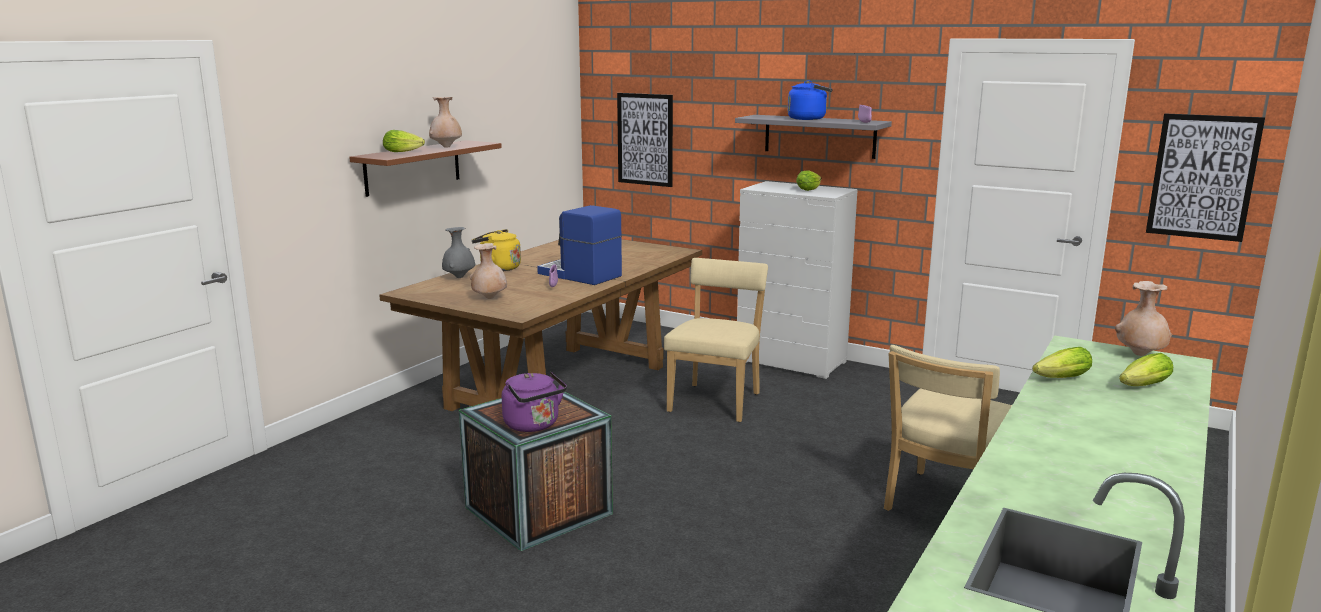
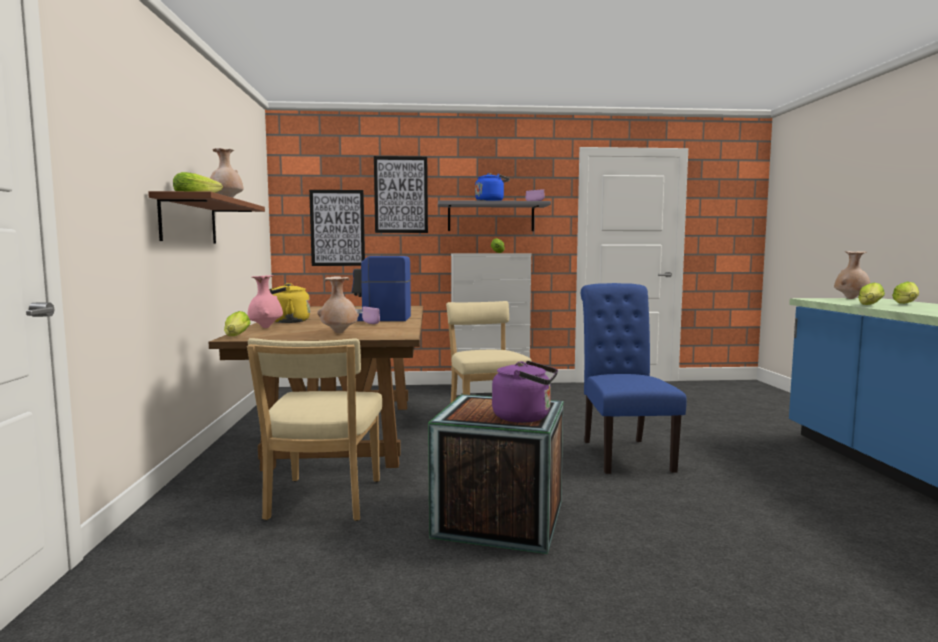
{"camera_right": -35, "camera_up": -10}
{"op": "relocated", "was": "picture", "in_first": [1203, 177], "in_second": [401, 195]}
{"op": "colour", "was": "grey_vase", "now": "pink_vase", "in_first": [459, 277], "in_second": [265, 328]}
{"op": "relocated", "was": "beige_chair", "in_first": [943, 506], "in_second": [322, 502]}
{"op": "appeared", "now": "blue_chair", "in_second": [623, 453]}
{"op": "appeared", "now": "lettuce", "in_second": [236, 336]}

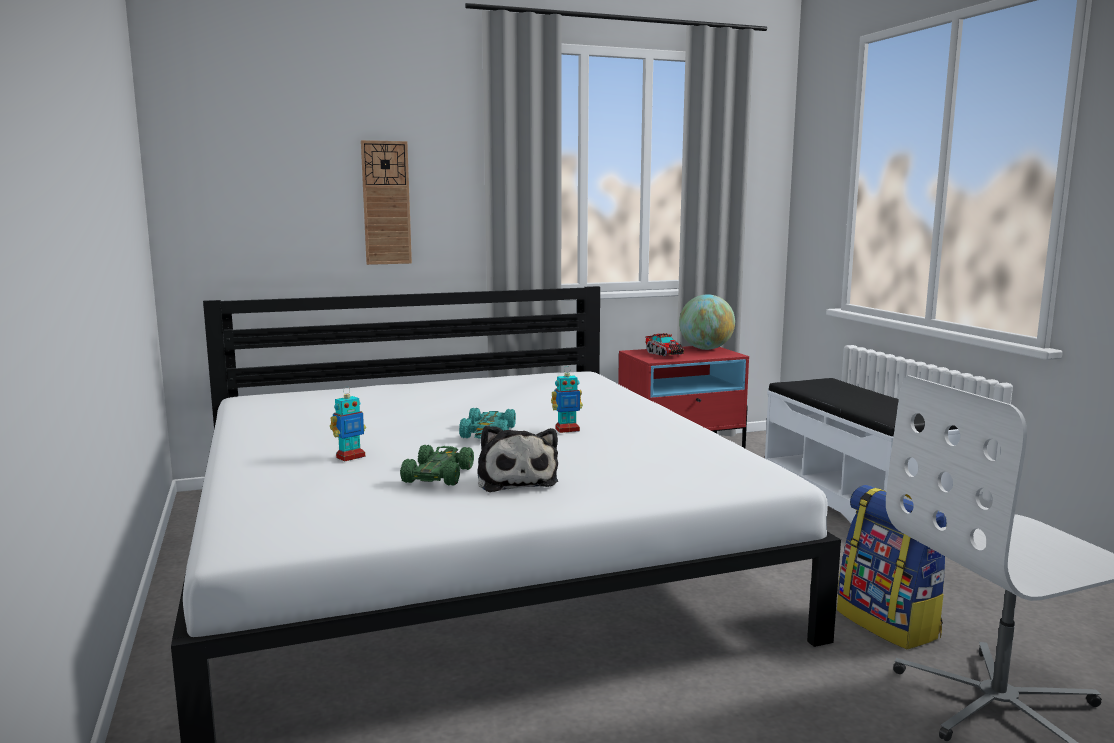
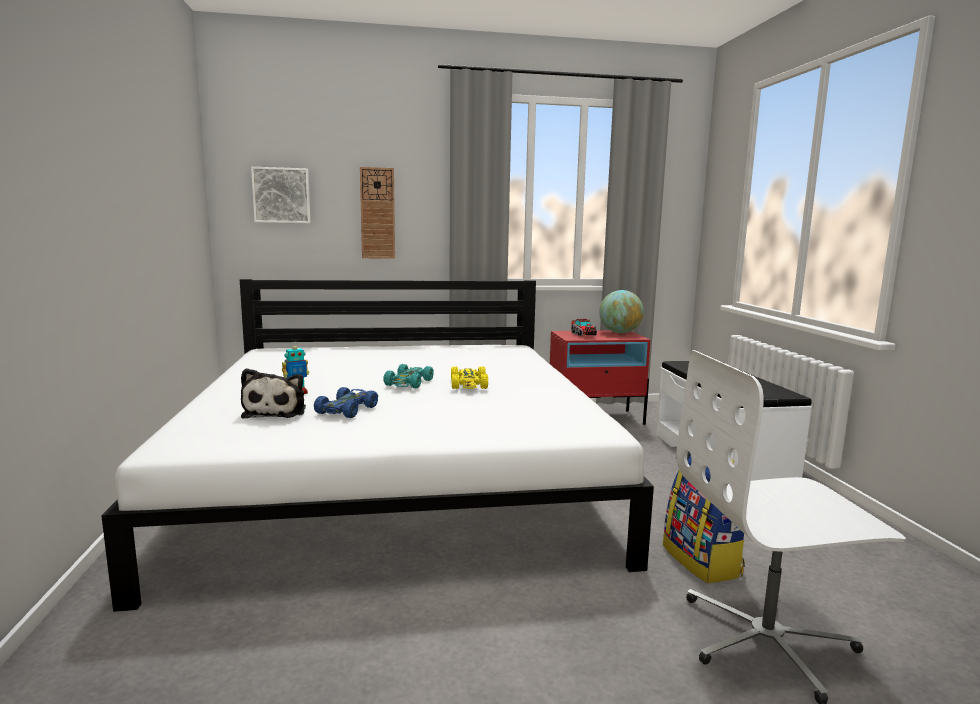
{"camera_right": 10, "camera_up": 0}
{"op": "exchanged", "was": "toy_robot", "now": "yellow_toy_car", "in_first": [567, 430], "in_second": [469, 384]}
{"op": "relocated", "was": "plush_toy", "in_first": [516, 480], "in_second": [277, 412]}
{"op": "colour", "was": "green_toy_car", "now": "blue_toy_car", "in_first": [438, 475], "in_second": [347, 410]}
{"op": "appeared", "now": "picture", "in_second": [282, 195]}

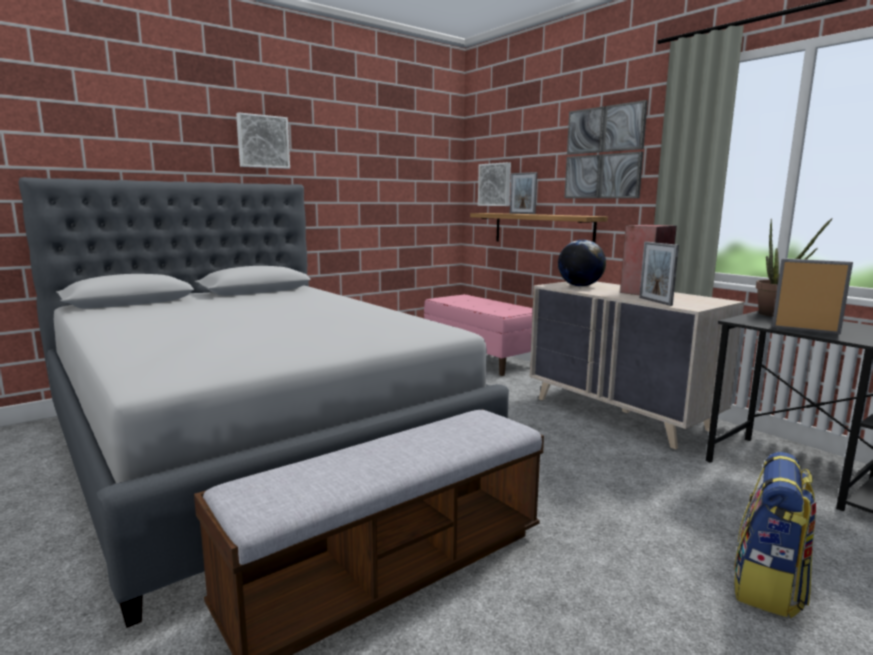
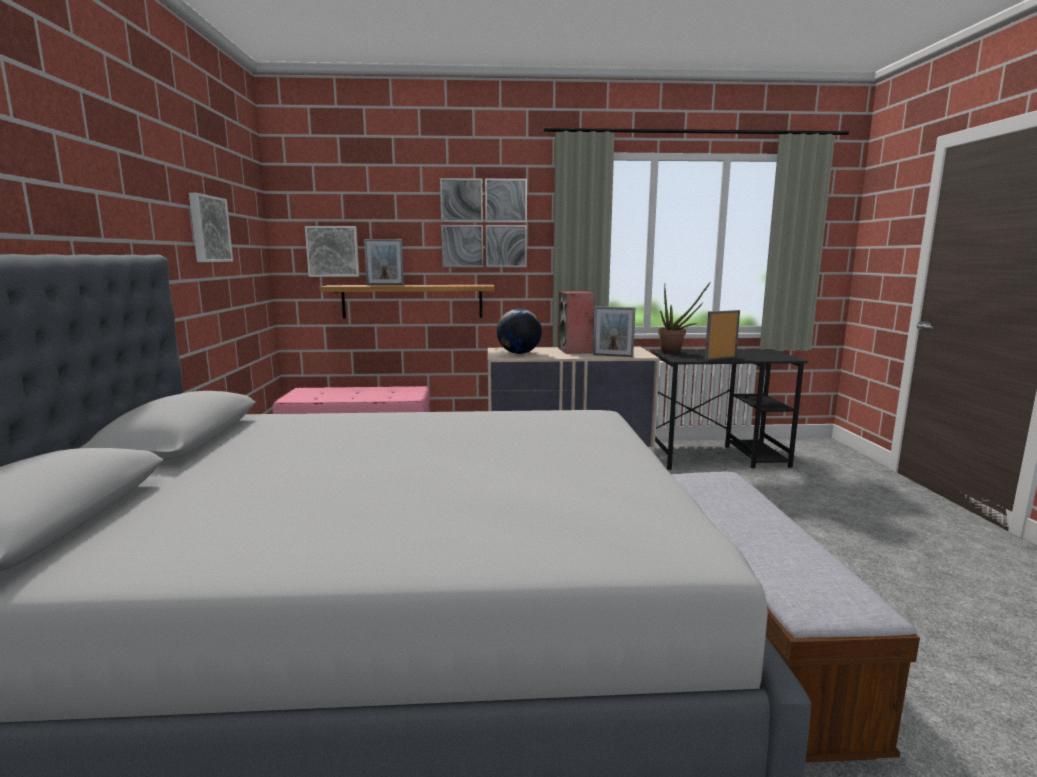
{"camera_right": -55, "camera_up": 0}
{"op": "relocated", "was": "picture", "in_first": [262, 141], "in_second": [208, 229]}
{"op": "missing", "was": "backpack", "in_first": [768, 586]}

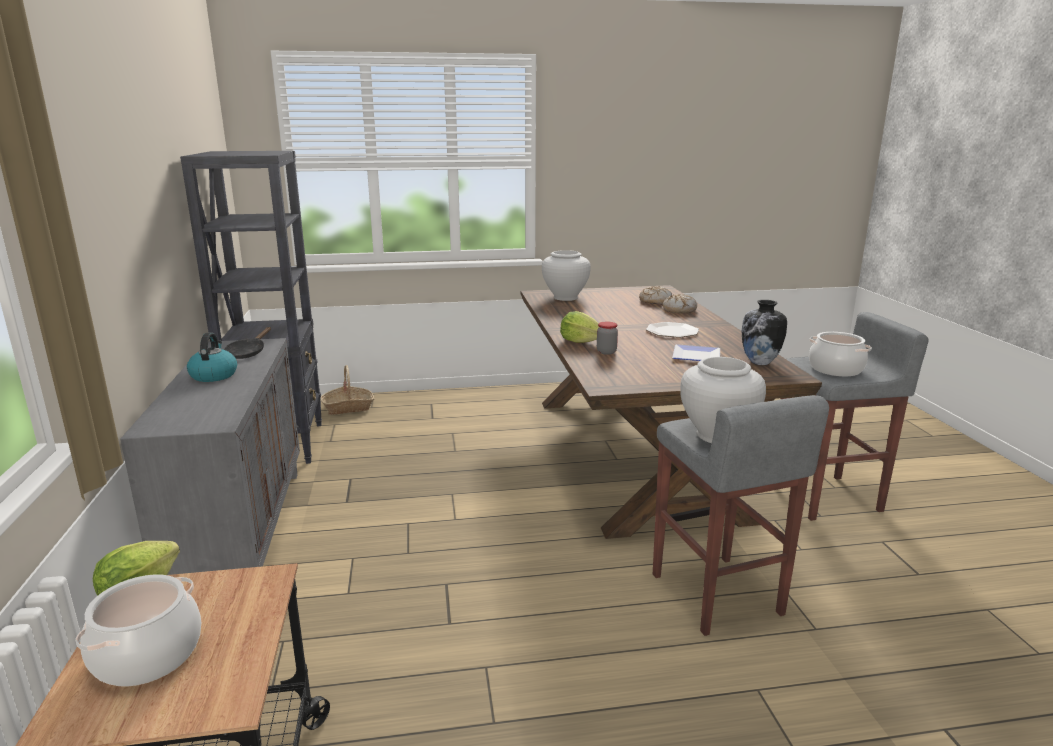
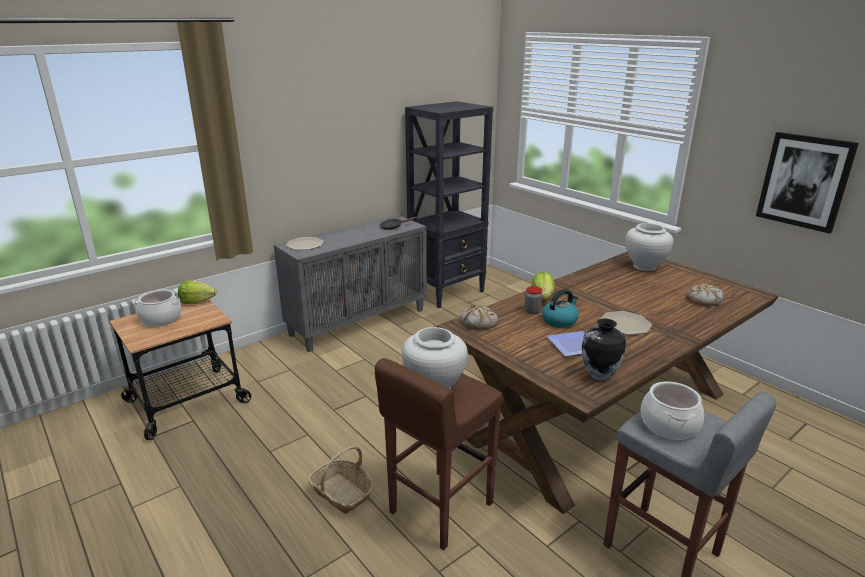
{"camera_right": 60, "camera_up": 5}
{"op": "relocated", "was": "bread", "in_first": [679, 310], "in_second": [479, 323]}
{"op": "relocated", "was": "kettle", "in_first": [214, 375], "in_second": [559, 320]}
{"op": "relocated", "was": "basket", "in_first": [348, 407], "in_second": [342, 493]}
{"op": "colour", "was": "grey_stool", "now": "brown_stool", "in_first": [715, 595], "in_second": [439, 508]}
{"op": "appeared", "now": "picture", "in_second": [804, 181]}
{"op": "appeared", "now": "plate", "in_second": [305, 244]}

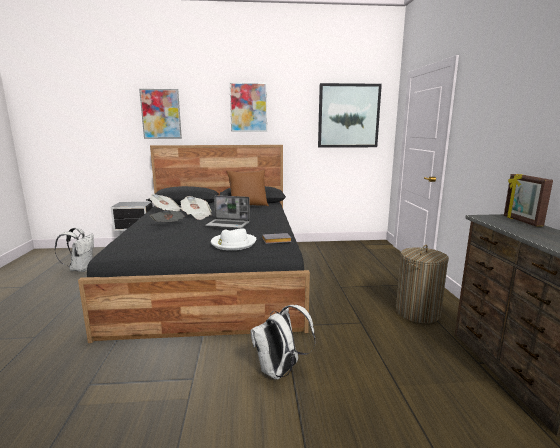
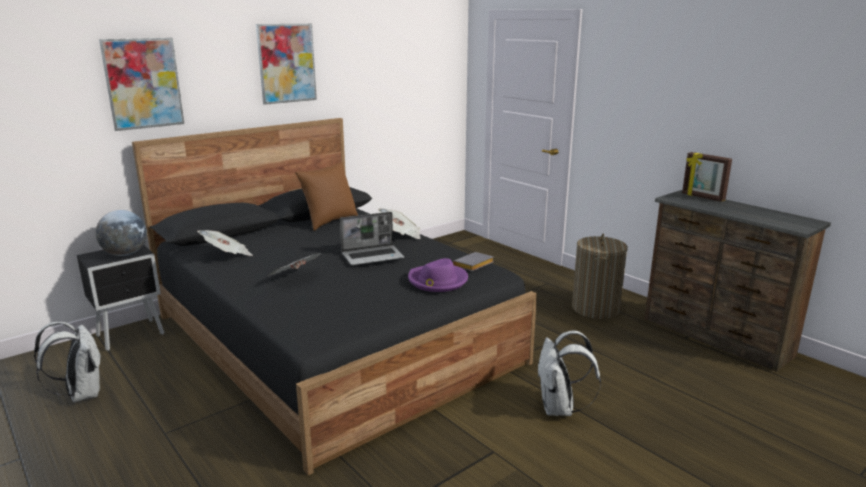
{"camera_right": -35, "camera_up": 5}
{"op": "missing", "was": "picture", "in_first": [348, 116]}
{"op": "relocated", "was": "newspaper", "in_first": [196, 216], "in_second": [401, 235]}
{"op": "colour", "was": "white_hat", "now": "purple_hat", "in_first": [233, 243], "in_second": [437, 281]}
{"op": "appeared", "now": "globe", "in_second": [125, 254]}

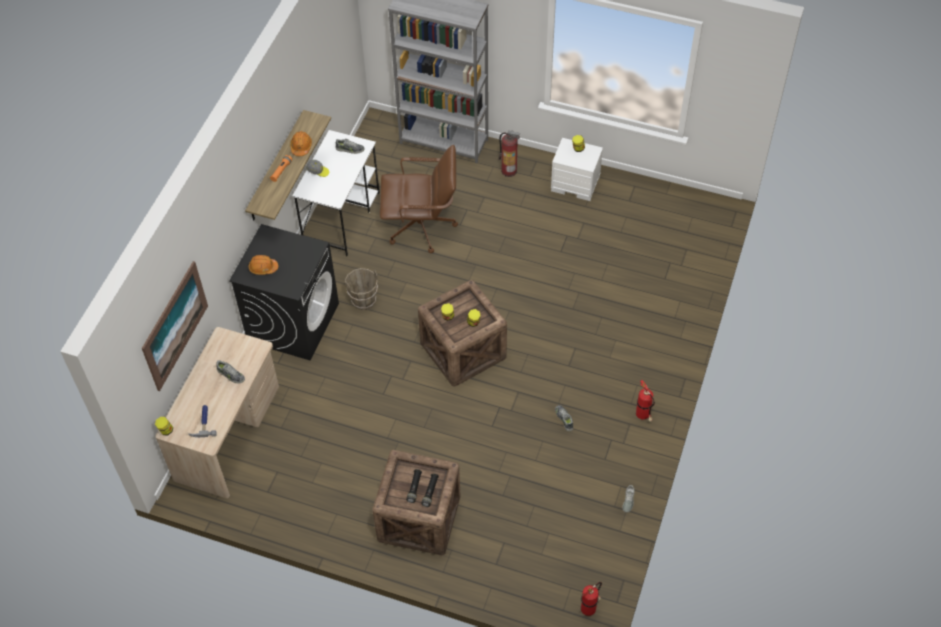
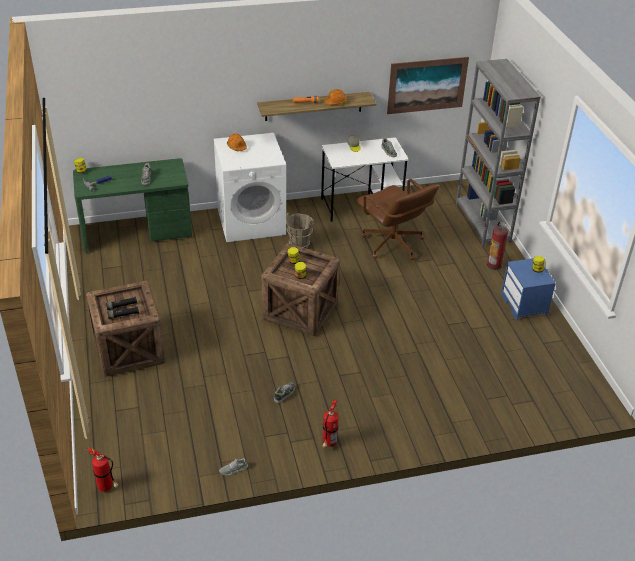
{"camera_right": 55, "camera_up": -15}
{"op": "colour", "was": "white_nightstand", "now": "blue_nightstand", "in_first": [576, 183], "in_second": [524, 305]}
{"op": "colour", "was": "black_washing_machine", "now": "white_washing_machine", "in_first": [293, 322], "in_second": [251, 222]}
{"op": "relocated", "was": "picture", "in_first": [175, 325], "in_second": [427, 85]}
{"op": "colour", "was": "beige_desk", "now": "green_desk", "in_first": [228, 433], "in_second": [137, 232]}

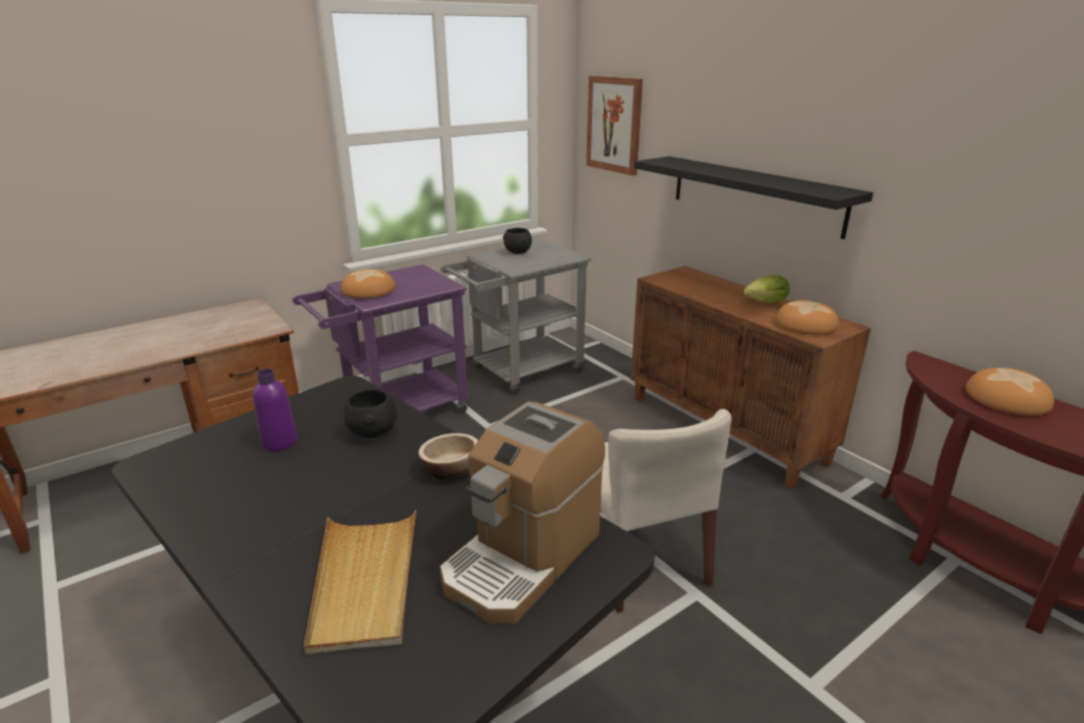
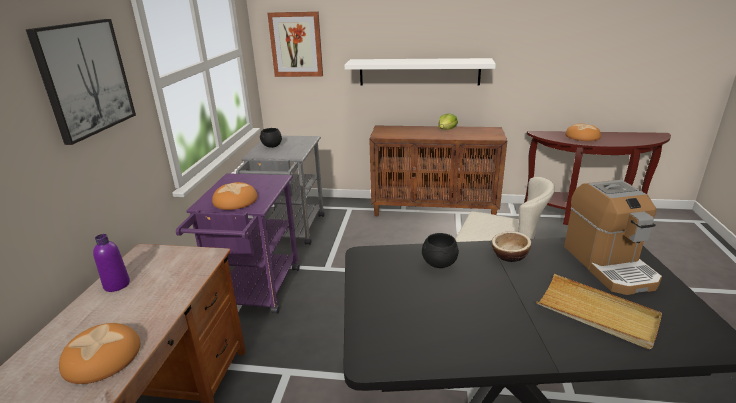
{"camera_right": -45, "camera_up": 0}
{"op": "colour", "was": "black_shelf", "now": "white_shelf", "in_first": [754, 194], "in_second": [419, 72]}
{"op": "relocated", "was": "bread", "in_first": [806, 324], "in_second": [103, 356]}
{"op": "relocated", "was": "purple_bottle", "in_first": [279, 442], "in_second": [117, 285]}
{"op": "appeared", "now": "picture", "in_second": [85, 78]}

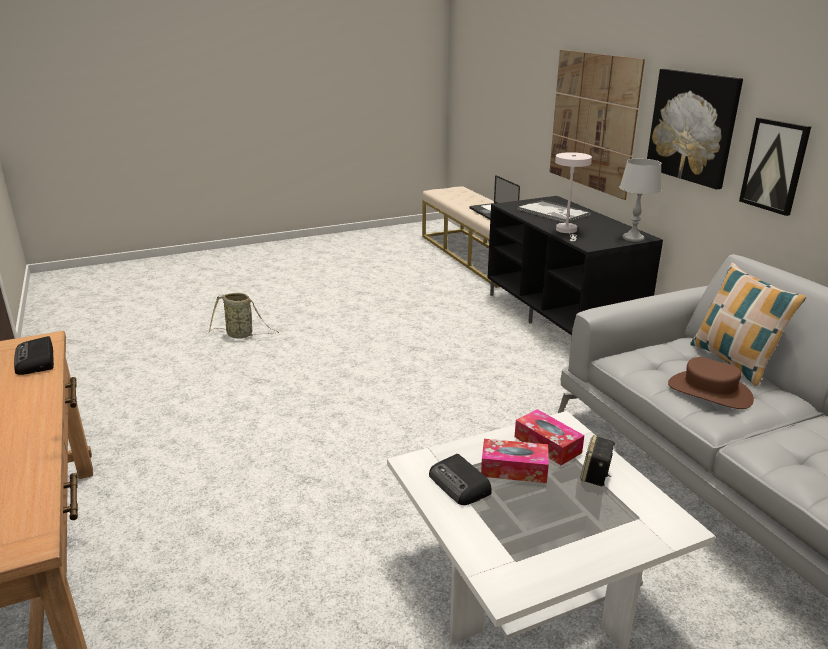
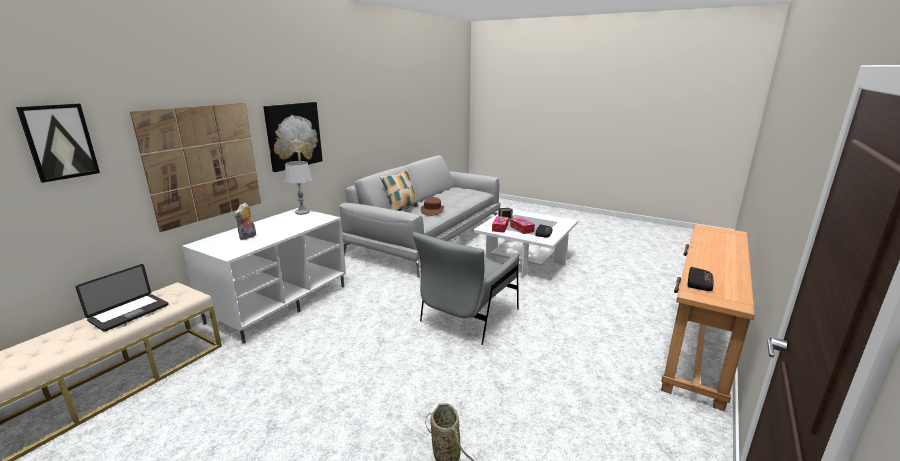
{"camera_right": -125, "camera_up": -5}
{"op": "relocated", "was": "picture", "in_first": [774, 165], "in_second": [59, 142]}
{"op": "missing", "was": "white_table_lamp", "in_first": [567, 231]}
{"op": "colour", "was": "black_tv_stand", "now": "white_tv_stand", "in_first": [562, 316], "in_second": [279, 303]}
{"op": "exchanged", "was": "tray", "now": "plush_toy", "in_first": [553, 212], "in_second": [248, 237]}
{"op": "appeared", "now": "grey_armchair", "in_second": [468, 317]}

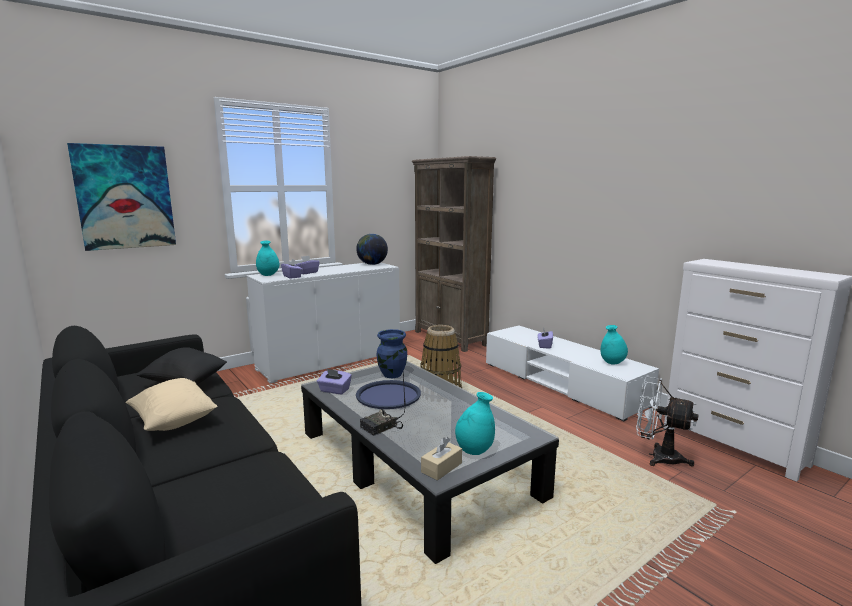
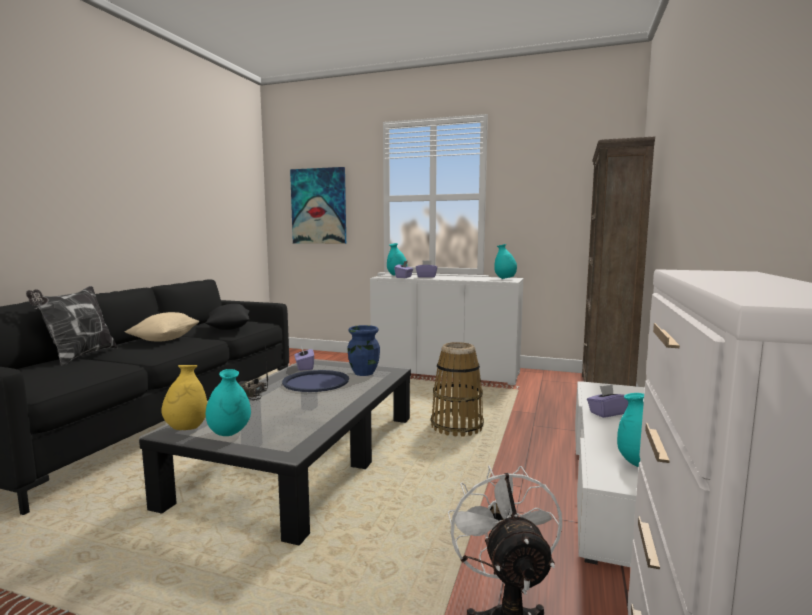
{"camera_right": 55, "camera_up": -5}
{"op": "exchanged", "was": "globe", "now": "turquoise_vase", "in_first": [372, 264], "in_second": [505, 278]}
{"op": "exchanged", "was": "beige_tissue_box", "now": "yellow_vase", "in_first": [441, 468], "in_second": [186, 428]}
{"op": "appeared", "now": "pillow", "in_second": [79, 357]}

